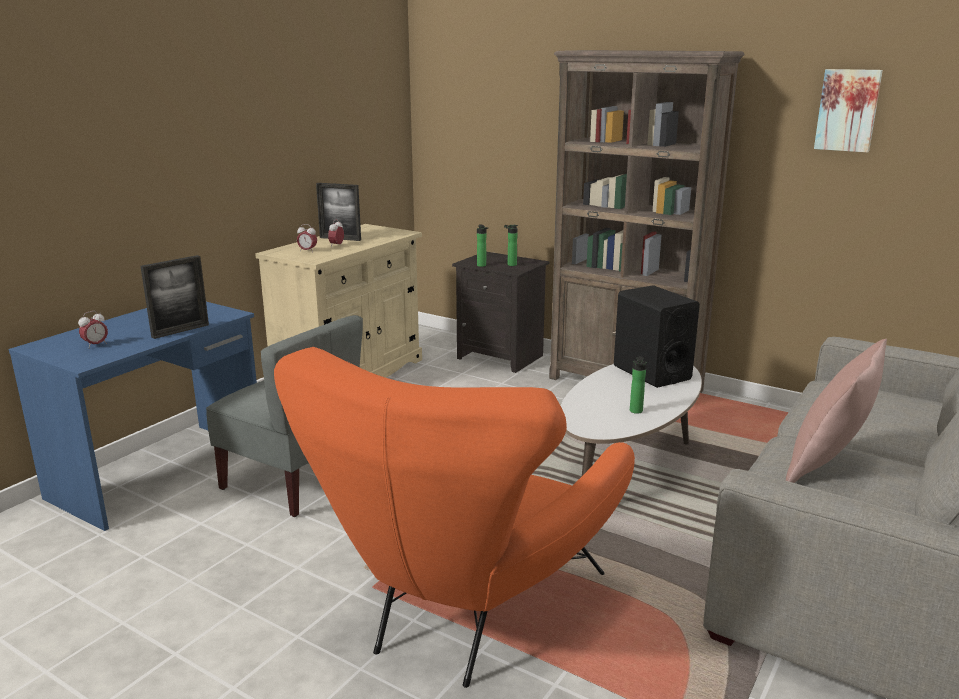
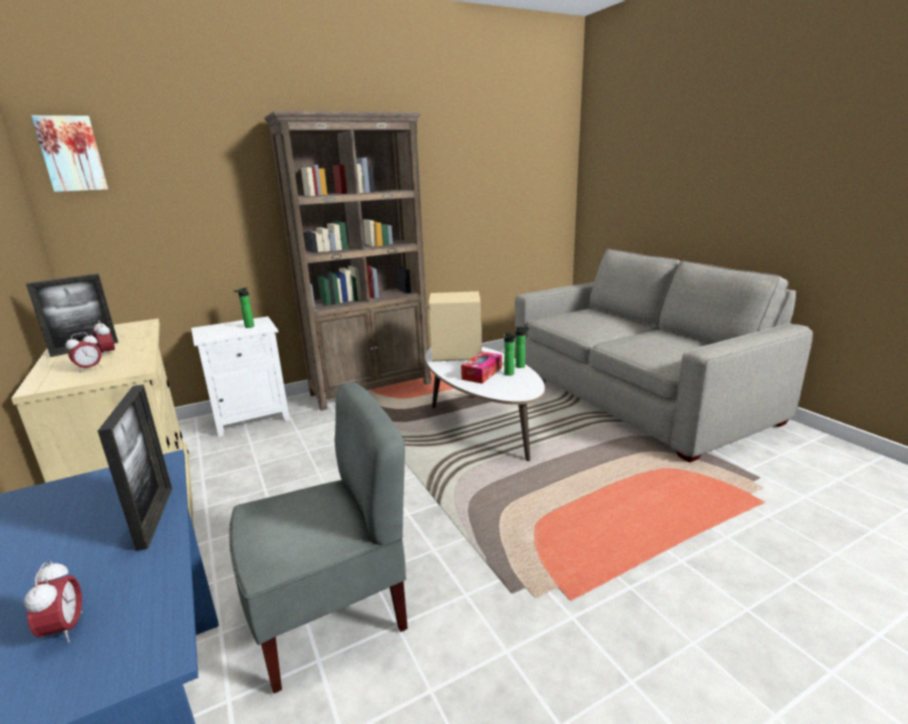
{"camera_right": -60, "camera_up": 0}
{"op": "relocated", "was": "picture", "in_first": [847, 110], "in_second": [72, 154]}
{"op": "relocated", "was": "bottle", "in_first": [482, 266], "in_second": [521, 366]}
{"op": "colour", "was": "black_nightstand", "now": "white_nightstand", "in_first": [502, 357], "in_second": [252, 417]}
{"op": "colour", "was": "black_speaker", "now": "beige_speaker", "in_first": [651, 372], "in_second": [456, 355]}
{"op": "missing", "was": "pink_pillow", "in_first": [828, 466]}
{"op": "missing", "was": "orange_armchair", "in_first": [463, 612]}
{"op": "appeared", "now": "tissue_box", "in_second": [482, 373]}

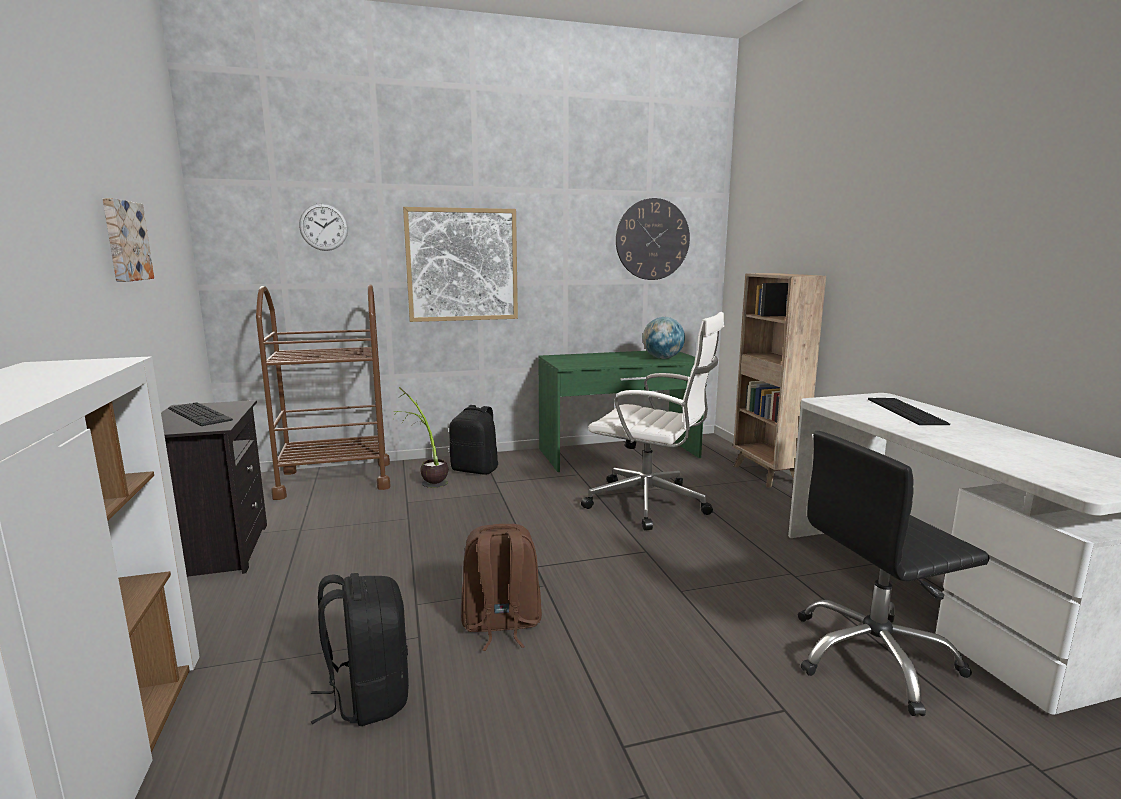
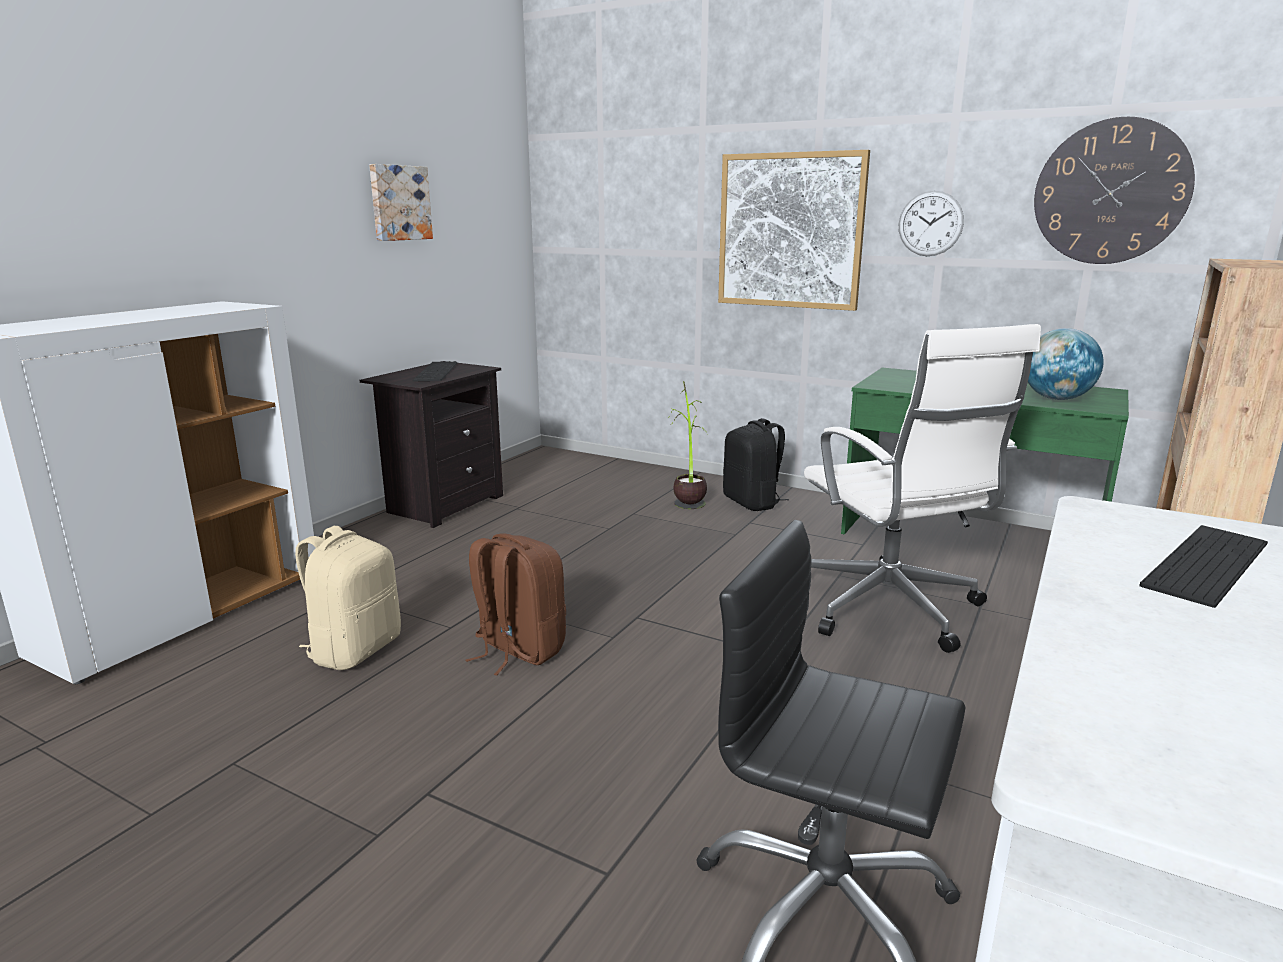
{"camera_right": 45, "camera_up": 5}
{"op": "relocated", "was": "wall_clock", "in_first": [324, 227], "in_second": [930, 223]}
{"op": "missing", "was": "brown_cart", "in_first": [335, 480]}
{"op": "colour", "was": "black_backpack", "now": "beige_backpack", "in_first": [368, 696], "in_second": [354, 650]}

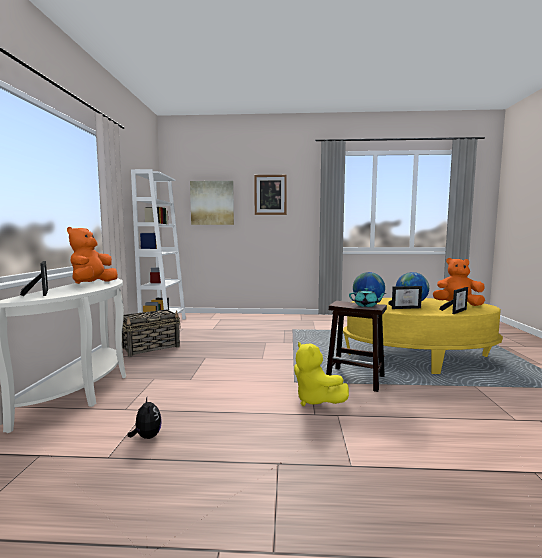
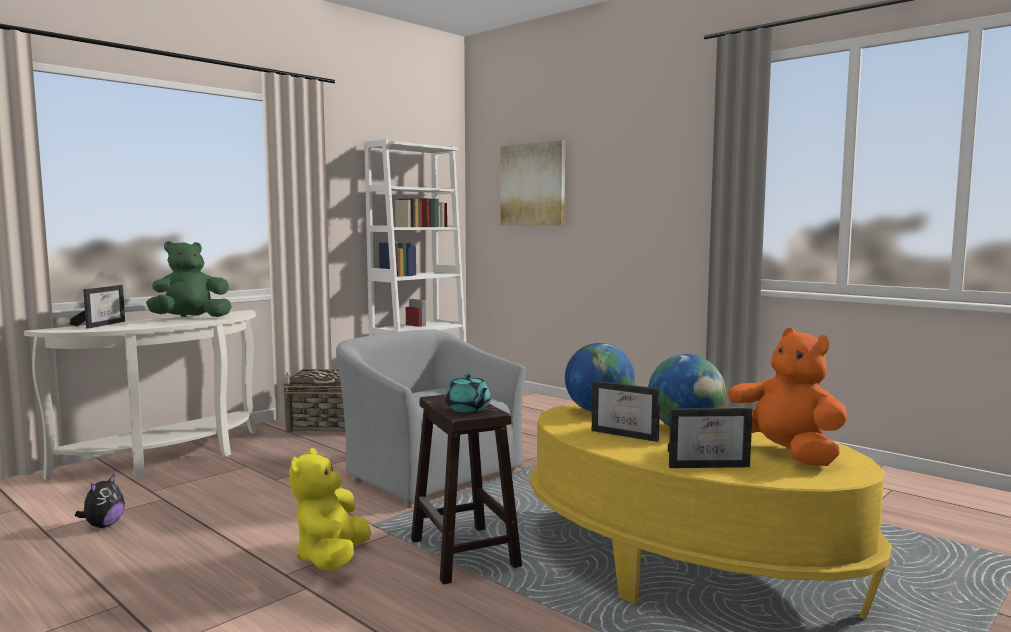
{"camera_right": 40, "camera_up": 0}
{"op": "missing", "was": "picture", "in_first": [270, 195]}
{"op": "colour", "was": "orange_plush_toy", "now": "green_plush_toy", "in_first": [92, 284], "in_second": [190, 318]}
{"op": "appeared", "now": "grey_armchair", "in_second": [428, 474]}

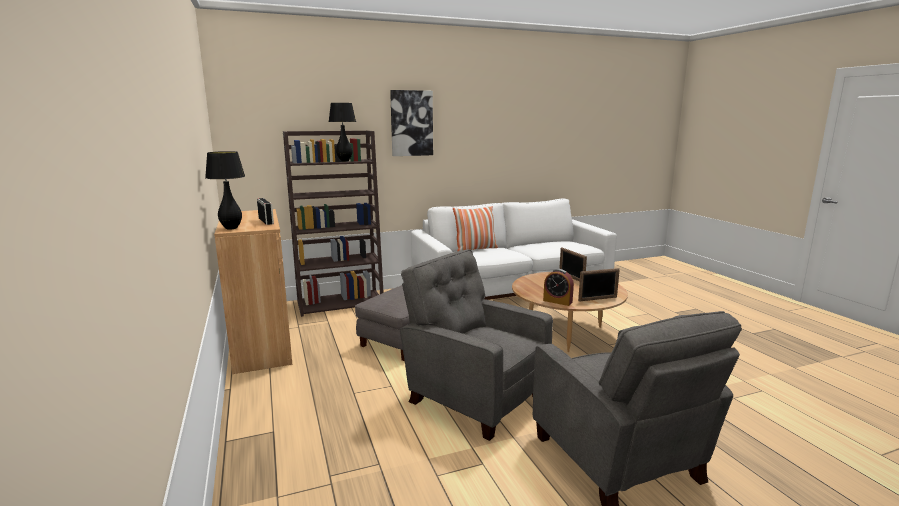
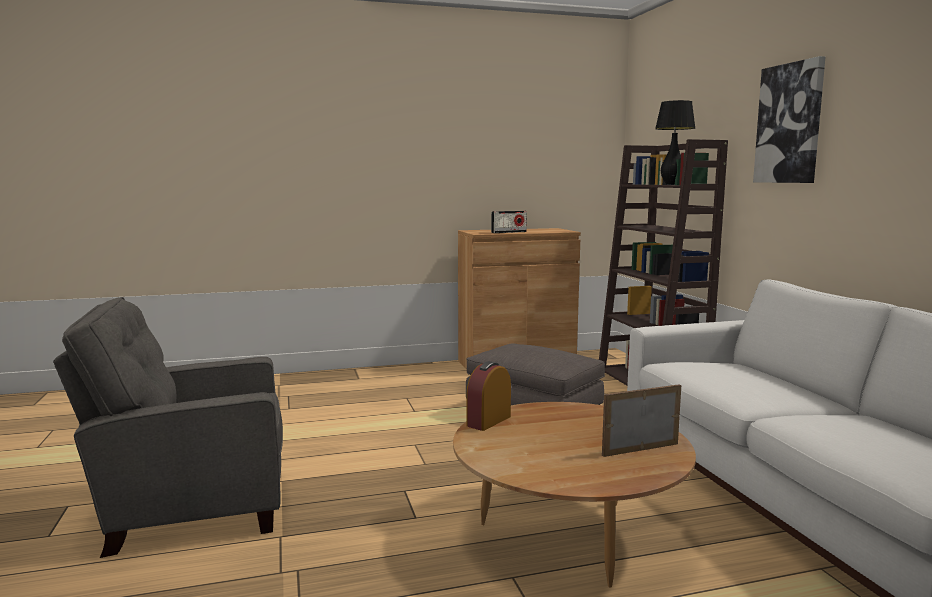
{"camera_right": 95, "camera_up": -5}
{"op": "missing", "was": "black_table_lamp", "in_first": [231, 228]}
{"op": "missing", "was": "pillow", "in_first": [475, 249]}
{"op": "missing", "was": "grey_armchair", "in_first": [474, 397]}
{"op": "missing", "was": "picture_frame", "in_first": [597, 299]}

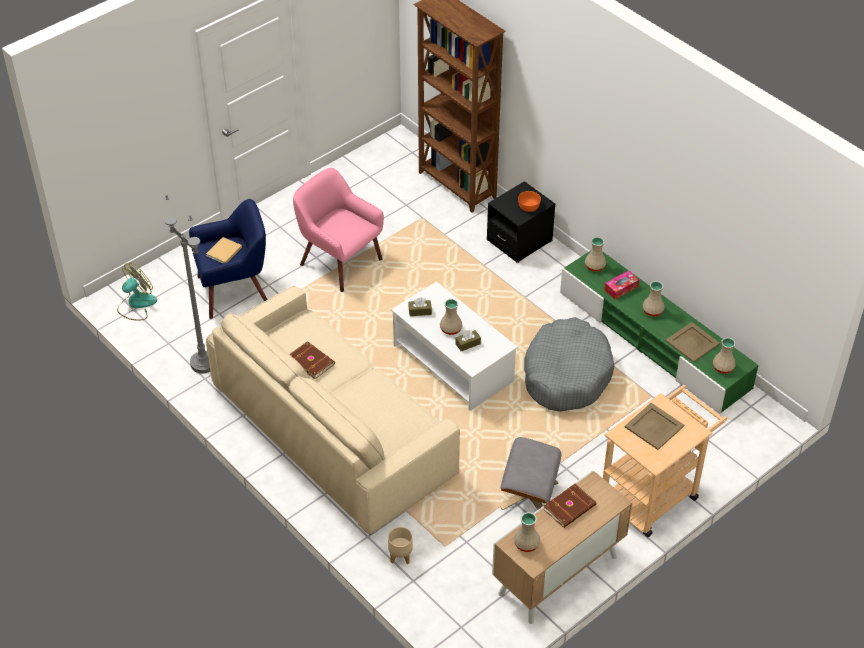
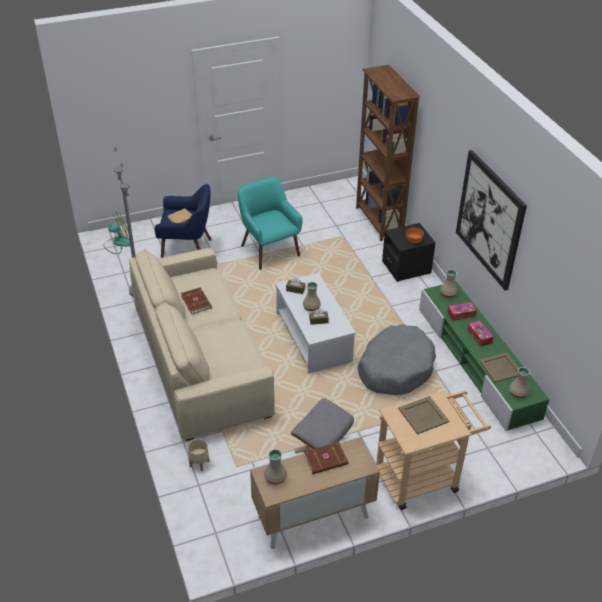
{"camera_right": 20, "camera_up": -5}
{"op": "colour", "was": "pink_armchair", "now": "turquoise_armchair", "in_first": [339, 262], "in_second": [269, 250]}
{"op": "exchanged", "was": "beige_vase", "now": "tissue_box", "in_first": [653, 310], "in_second": [479, 336]}
{"op": "appeared", "now": "picture", "in_second": [490, 219]}

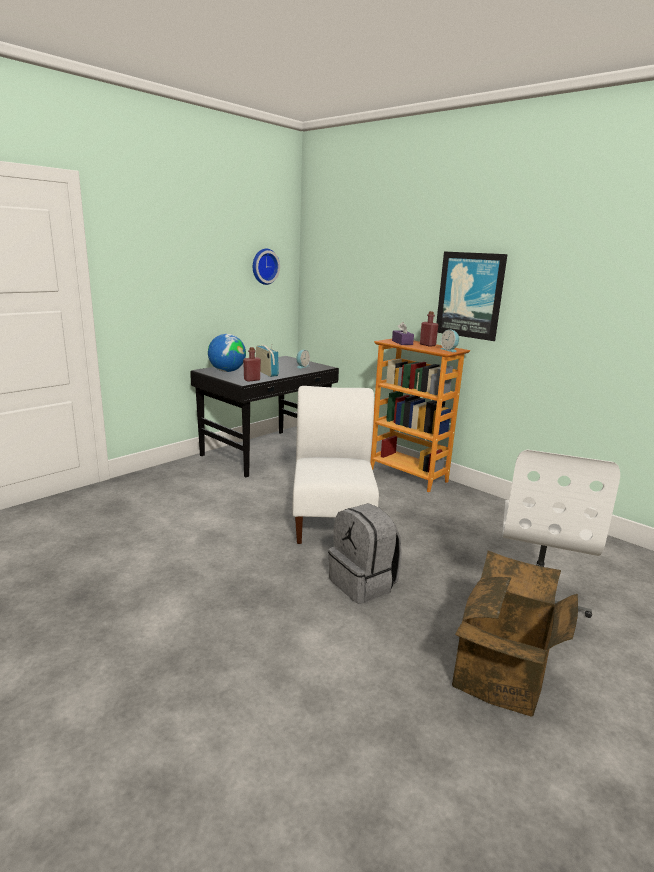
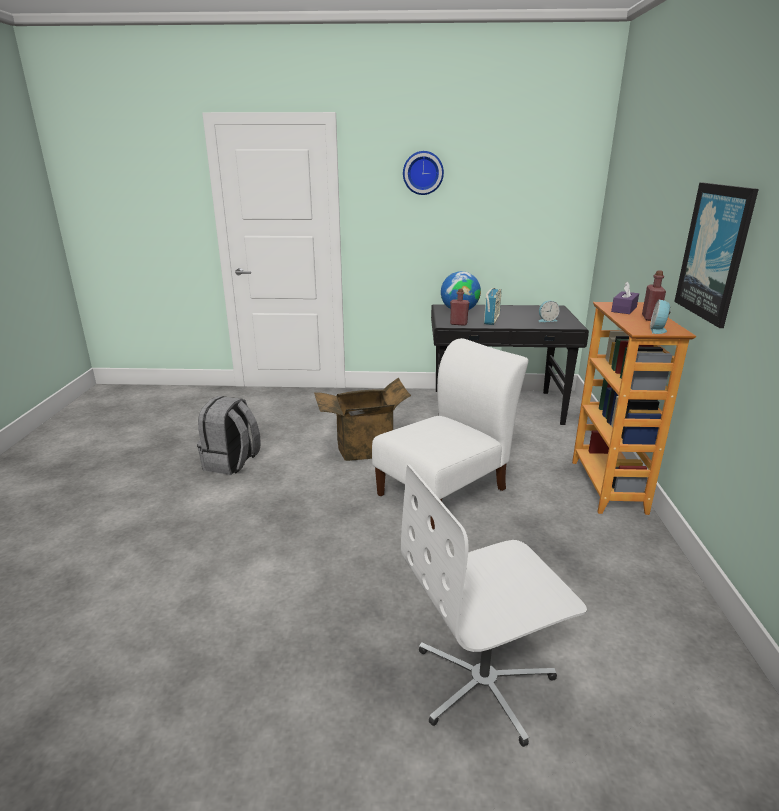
{"camera_right": 50, "camera_up": 5}
{"op": "relocated", "was": "wall_clock", "in_first": [264, 266], "in_second": [423, 173]}
{"op": "relocated", "was": "grey_backpack", "in_first": [363, 583], "in_second": [232, 463]}
{"op": "relocated", "was": "cardboard_box", "in_first": [503, 679], "in_second": [363, 448]}

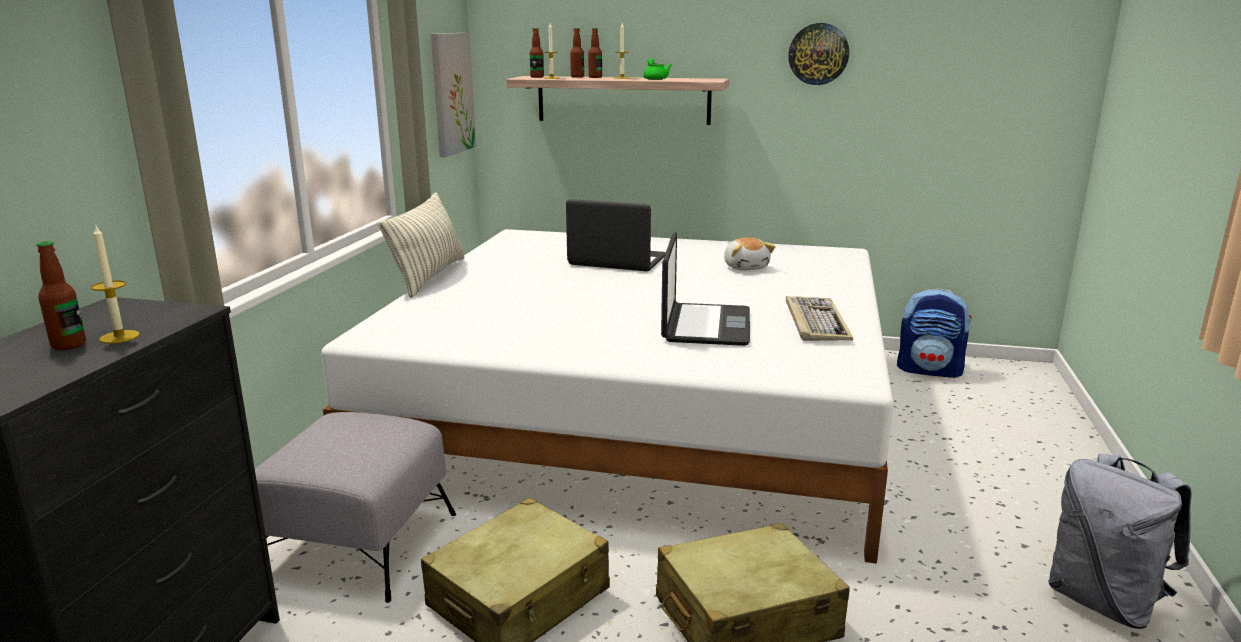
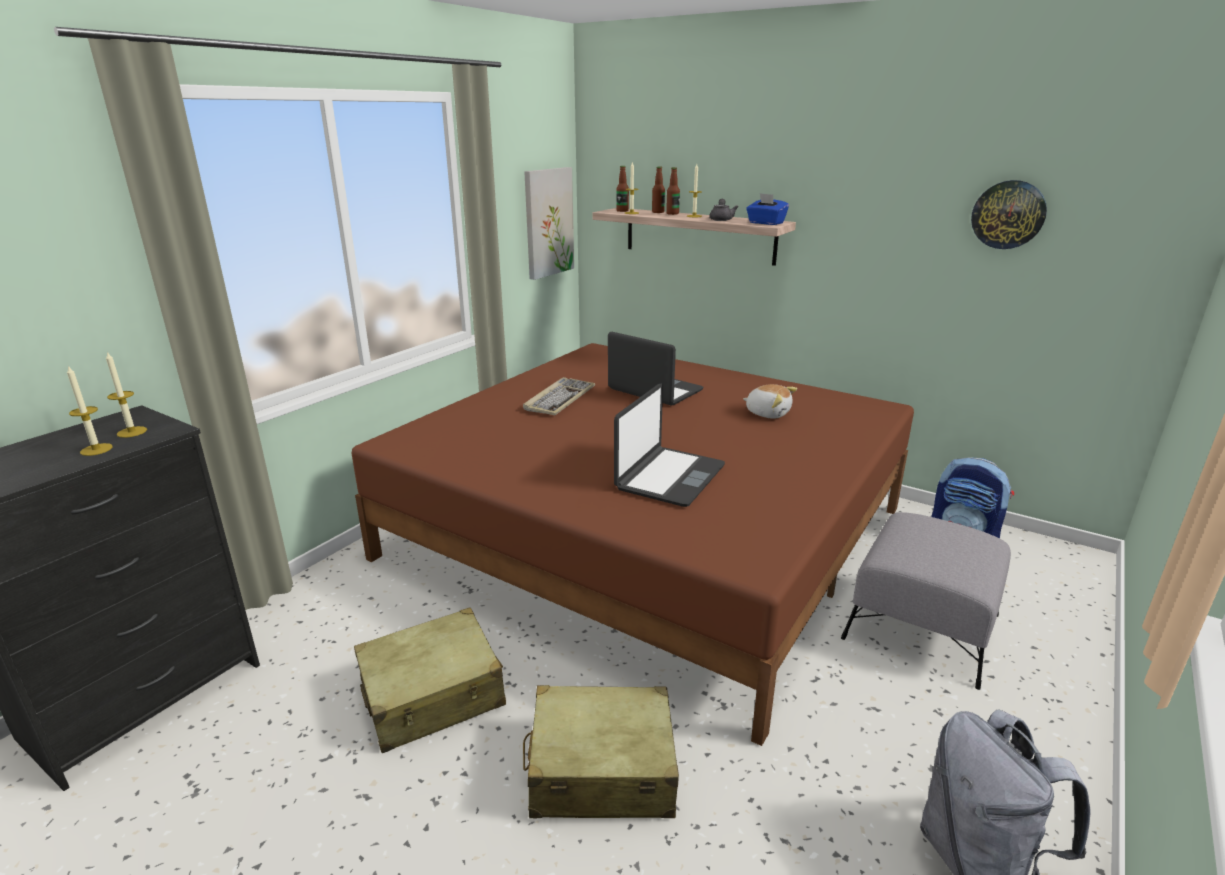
{"camera_right": 20, "camera_up": 5}
{"op": "relocated", "was": "wall_clock", "in_first": [818, 54], "in_second": [1008, 214]}
{"op": "colour", "was": "green_teapot", "now": "grey_teapot", "in_first": [655, 79], "in_second": [721, 219]}
{"op": "missing", "was": "pillow", "in_first": [429, 276]}
{"op": "colour", "was": "white_bed", "now": "brown_bed", "in_first": [641, 413], "in_second": [648, 532]}
{"op": "spun", "was": "plush_toy", "in_first": [746, 267], "in_second": [768, 413], "clockwise": -60}
{"op": "missing", "was": "bottle", "in_first": [68, 345]}
{"op": "relocated", "was": "keyboard", "in_first": [815, 322], "in_second": [559, 399]}
{"op": "relocated", "was": "grey_ottoman", "in_first": [357, 544], "in_second": [922, 626]}
{"op": "appeared", "now": "blue_tissue_box", "in_second": [765, 223]}
{"op": "appeared", "now": "candle", "in_second": [132, 432]}

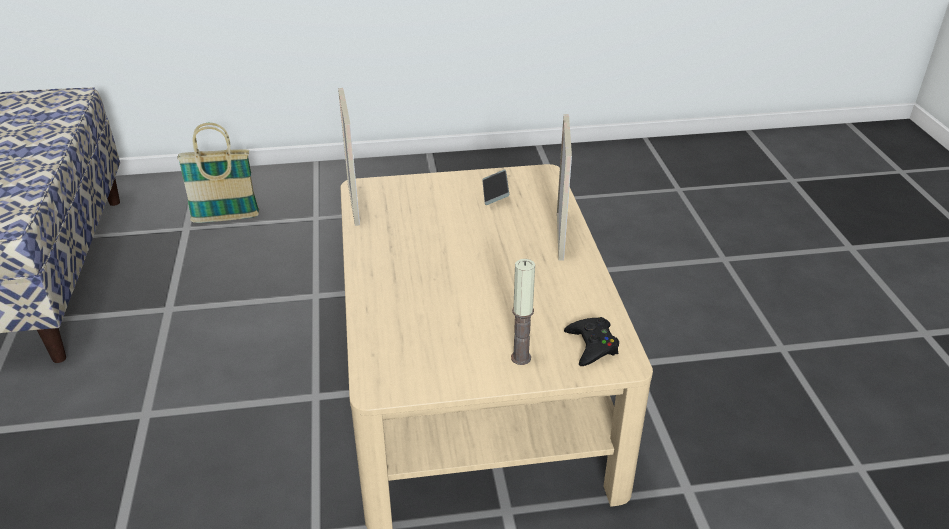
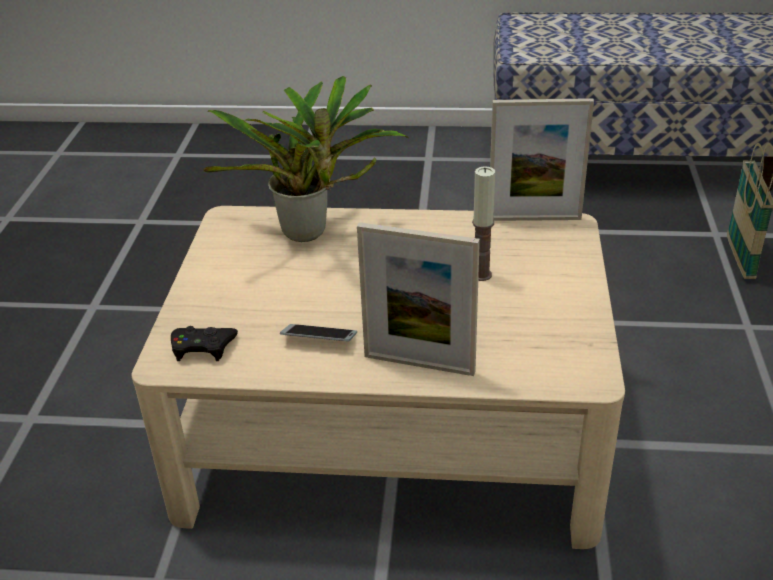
{"camera_right": 105, "camera_up": 0}
{"op": "relocated", "was": "phone", "in_first": [495, 192], "in_second": [319, 339]}
{"op": "relocated", "was": "candle", "in_first": [521, 358], "in_second": [481, 275]}
{"op": "appeared", "now": "potted_plant", "in_second": [311, 233]}

